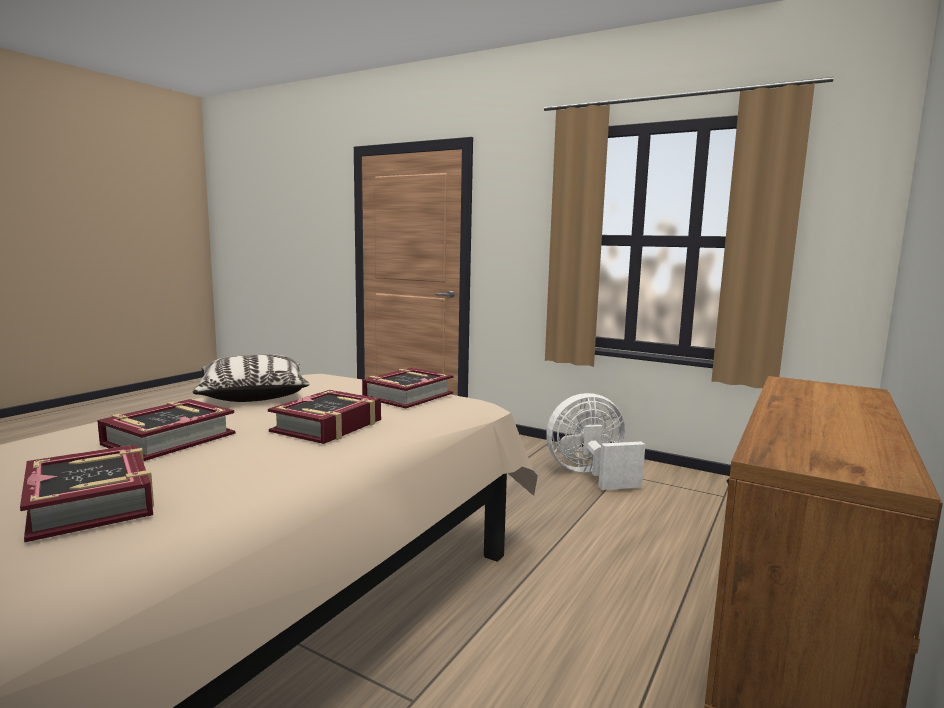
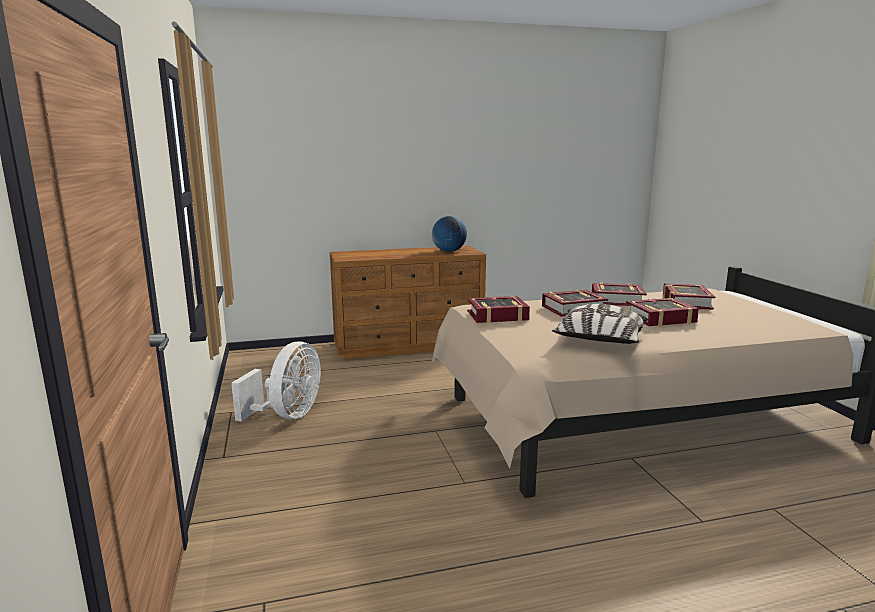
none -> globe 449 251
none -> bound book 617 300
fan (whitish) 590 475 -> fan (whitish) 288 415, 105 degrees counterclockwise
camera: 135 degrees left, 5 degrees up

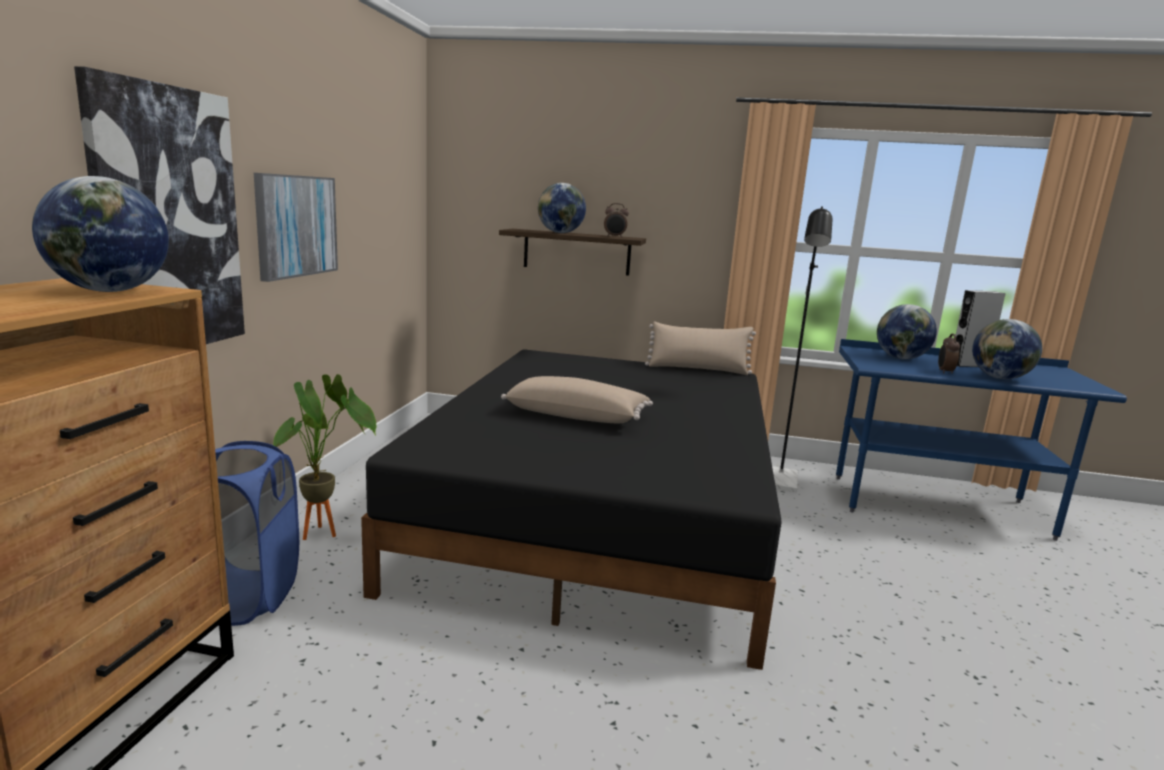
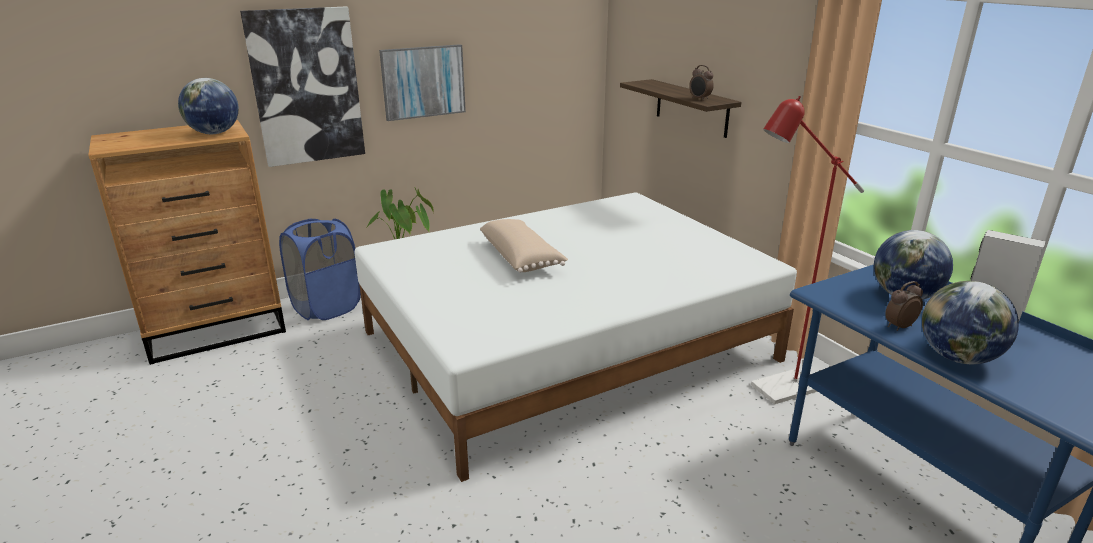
globe 560 233 -> none
cushion (beige-coloured) 698 369 -> none
sleeping bed (black) 601 514 -> sleeping bed (whitish) 567 346
standing lamp (black) 780 484 -> standing lamp (red-coloured) 775 391
camera: 50 degrees right, 10 degrees up

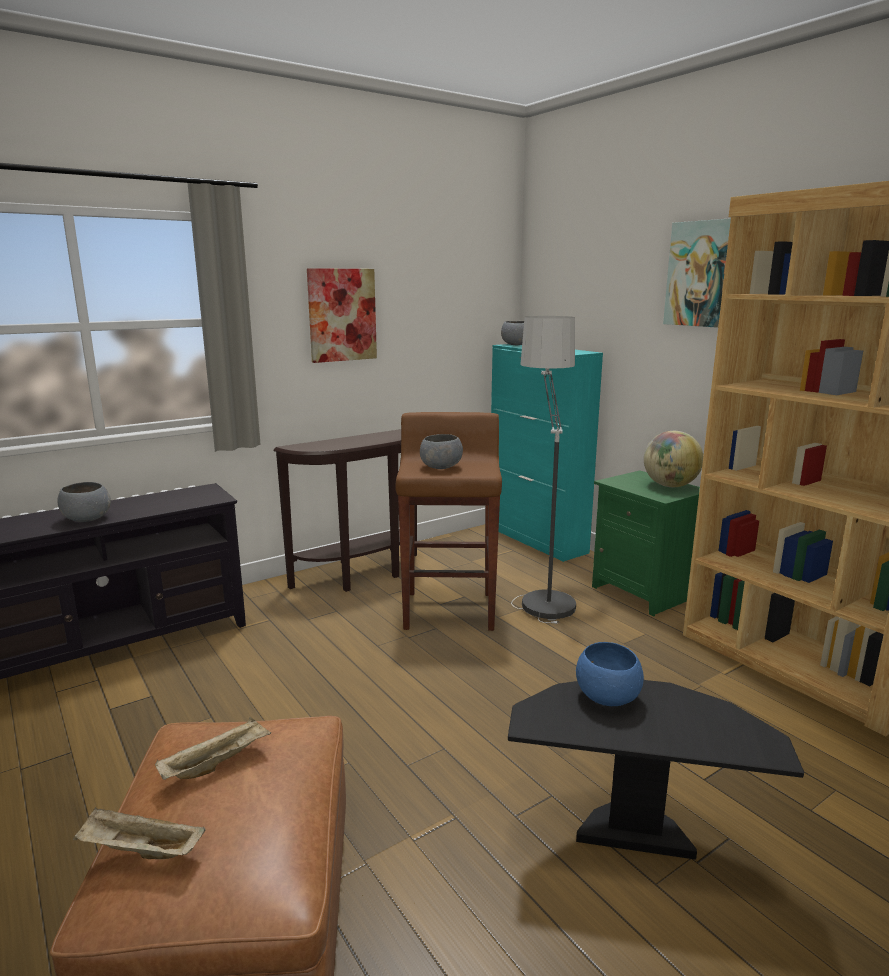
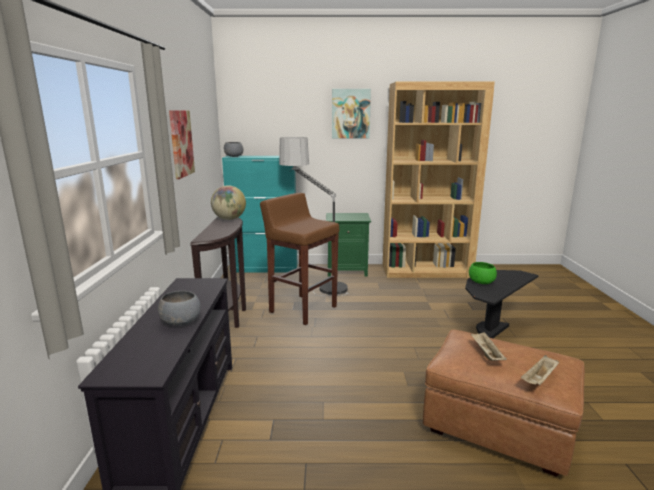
deep dish (grey) 440 467 -> none
globe 670 486 -> globe 229 219, relocated
deep dish (blue) 607 697 -> deep dish (green-coloured) 482 282
camera: 55 degrees left, 0 degrees up

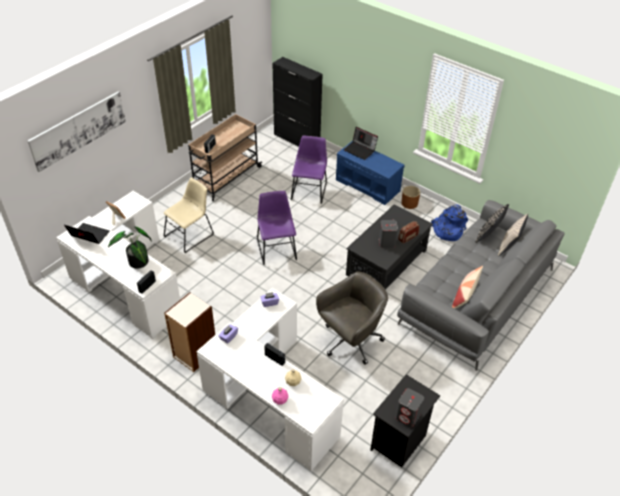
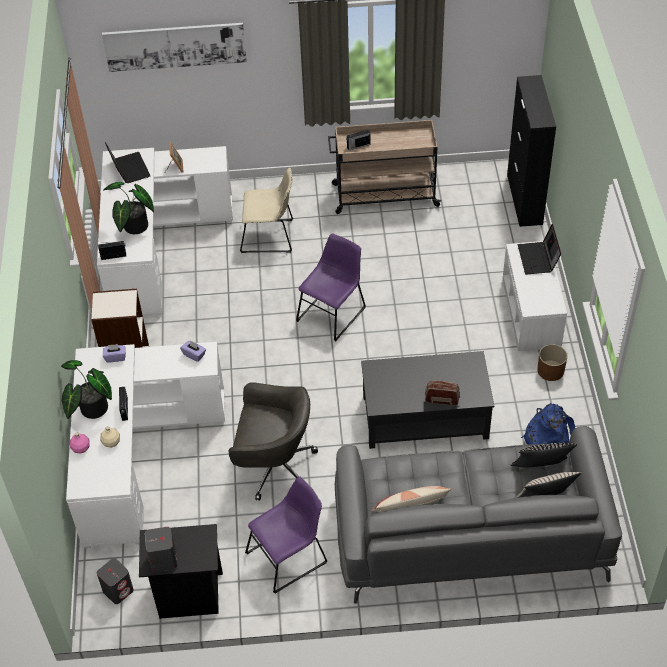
none -> plant in a pot 91 409
plain chair (purple-coloured) 309 189 -> plain chair (purple-coloured) 289 556, relocated
loudspeaker (grey) 386 242 -> loudspeaker (grey) 118 590, relocated
bench (blue) 368 185 -> bench (whitish) 532 314
camera: 50 degrees right, 5 degrees up

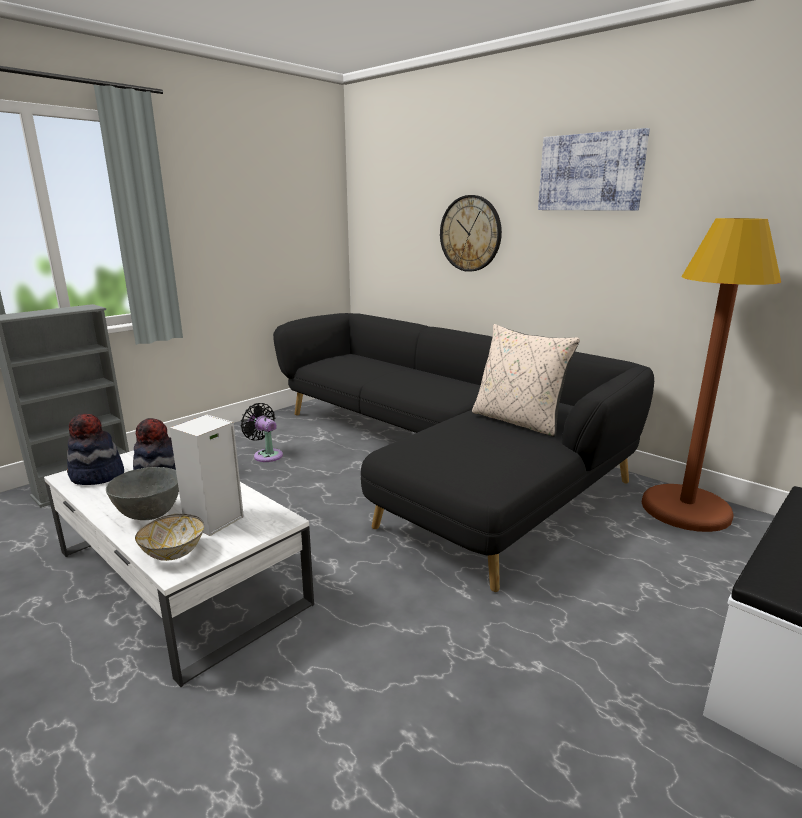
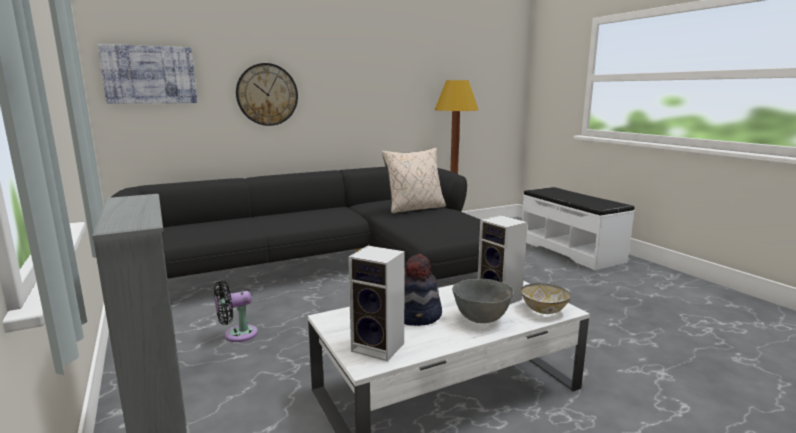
wall picture 590 172 -> wall picture 150 75, relocated
hat 97 476 -> loudspeaker 380 347
camera: 70 degrees left, 5 degrees down

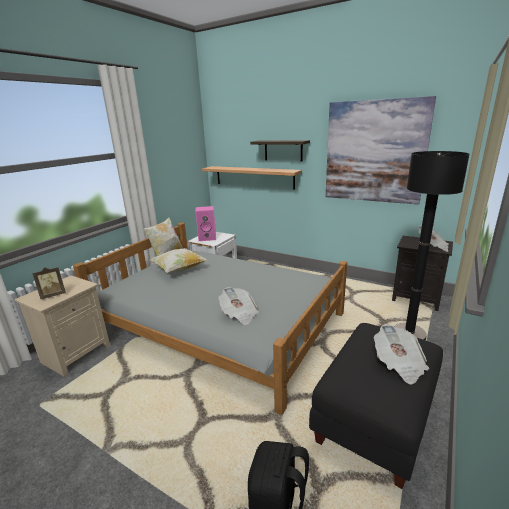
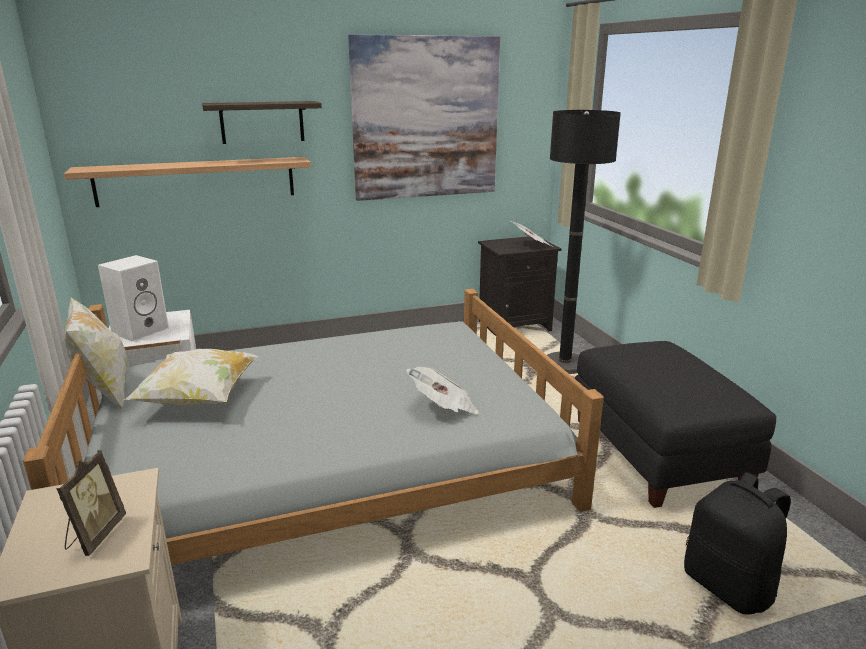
daily paper 399 364 -> none
loudspeaker (pink-coloured) 208 238 -> loudspeaker (whitish) 141 330
camera: 50 degrees left, 0 degrees up

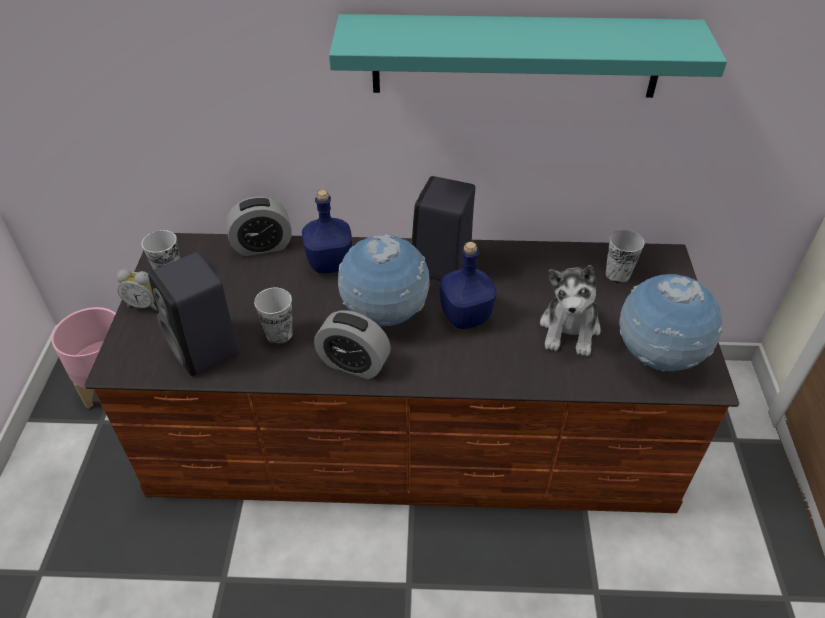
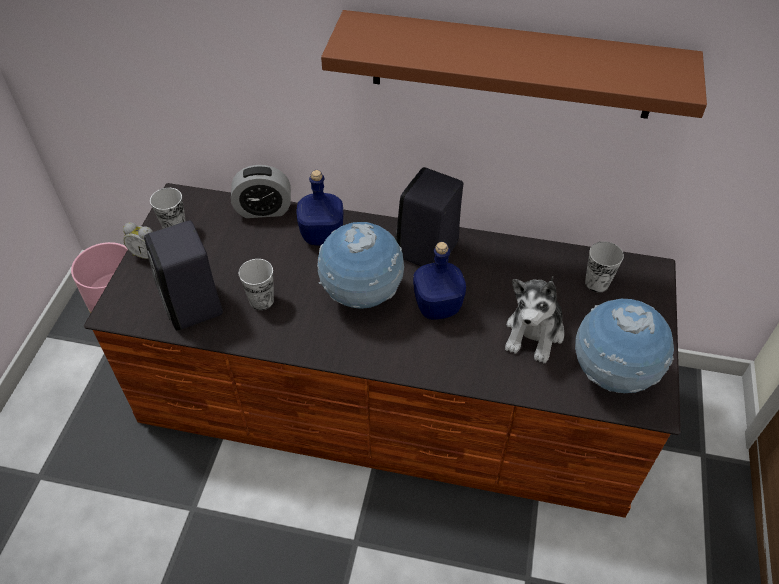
alarm clock 354 364 -> none
shelf (blue-green) 516 56 -> shelf (brown) 512 65
camera: 10 degrees right, 5 degrees up

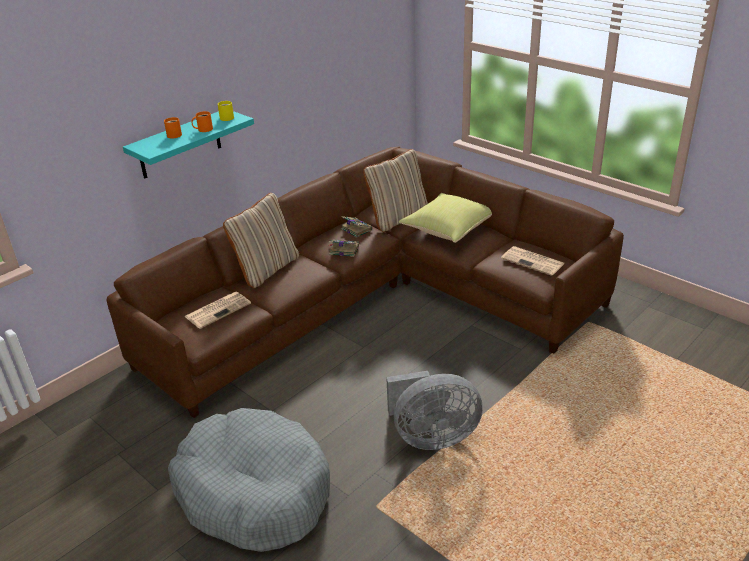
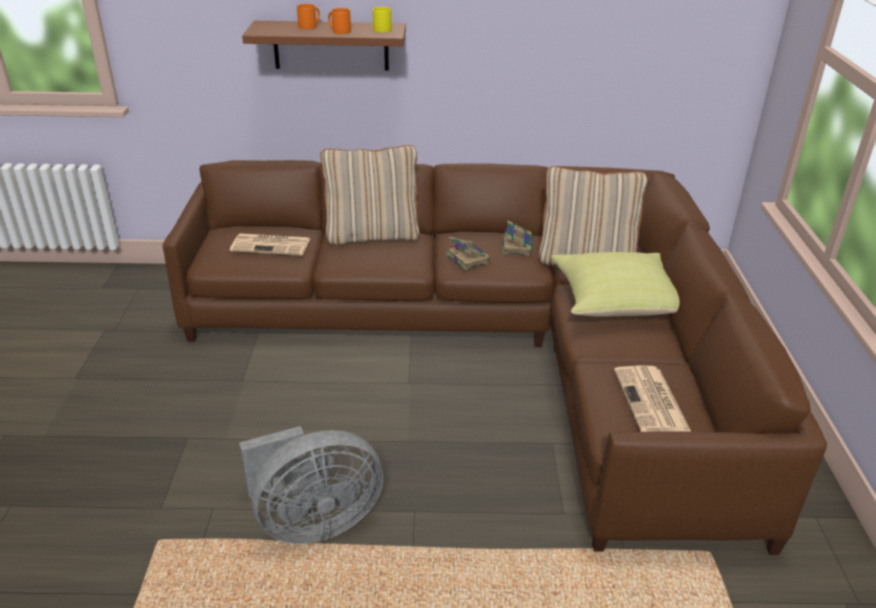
pet bed (grey) 254 492 -> none
shelf (blue-green) 180 144 -> shelf (brown) 331 45
fan (grey) 431 437 -> fan (grey) 313 522, 60 degrees counterclockwise
camera: 45 degrees right, 0 degrees up

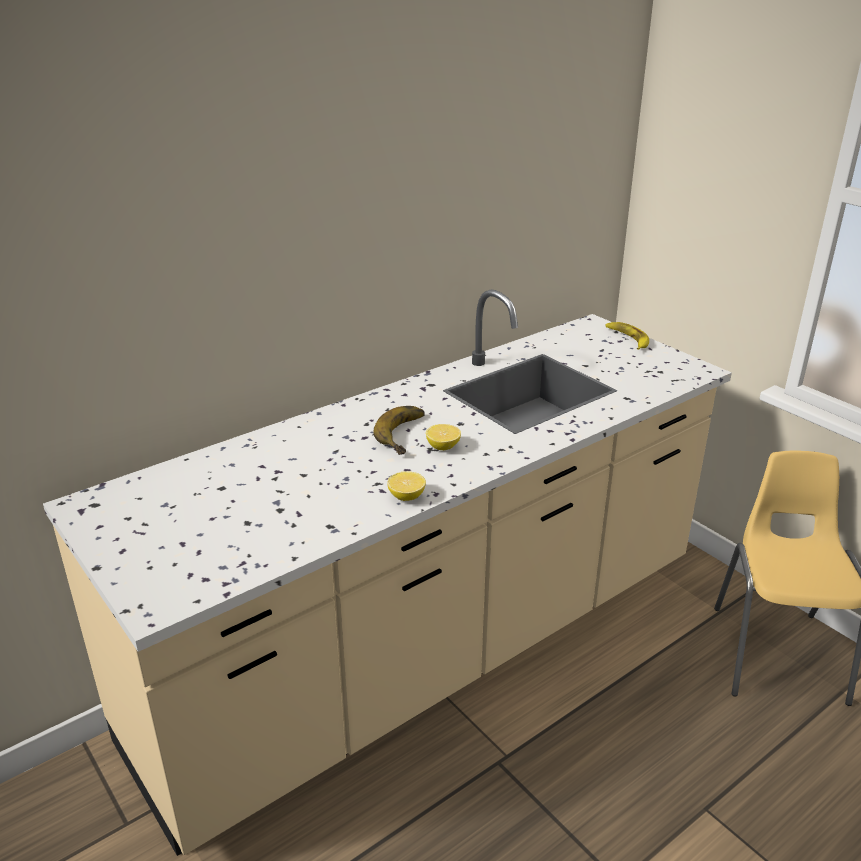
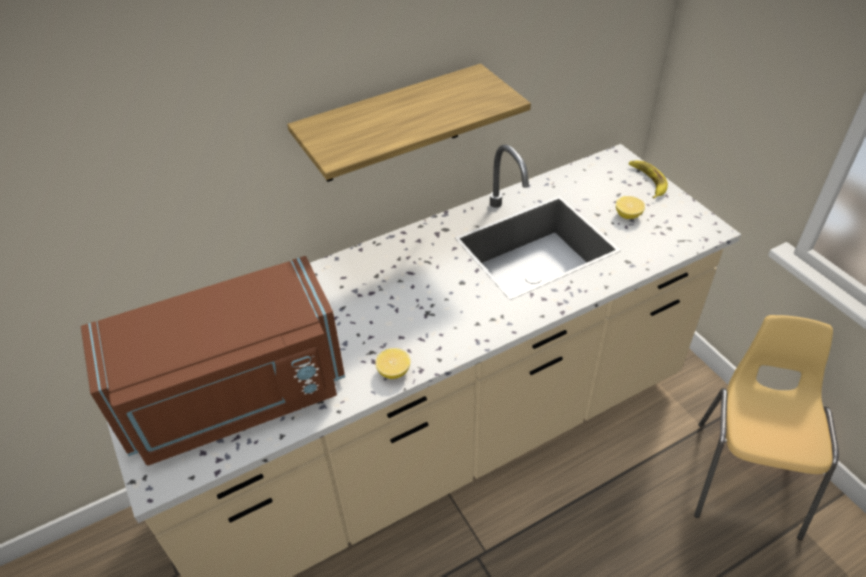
whole banana 408 434 -> none
none -> microwave (brown) 235 397
none -> shelf 391 125
whole lemon 443 447 -> whole lemon 628 215, relocated
camera: 10 degrees right, 15 degrees up

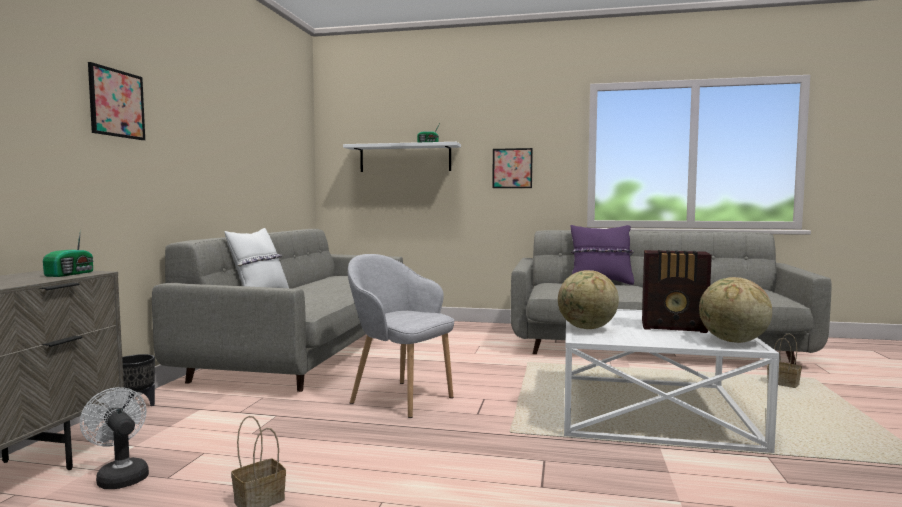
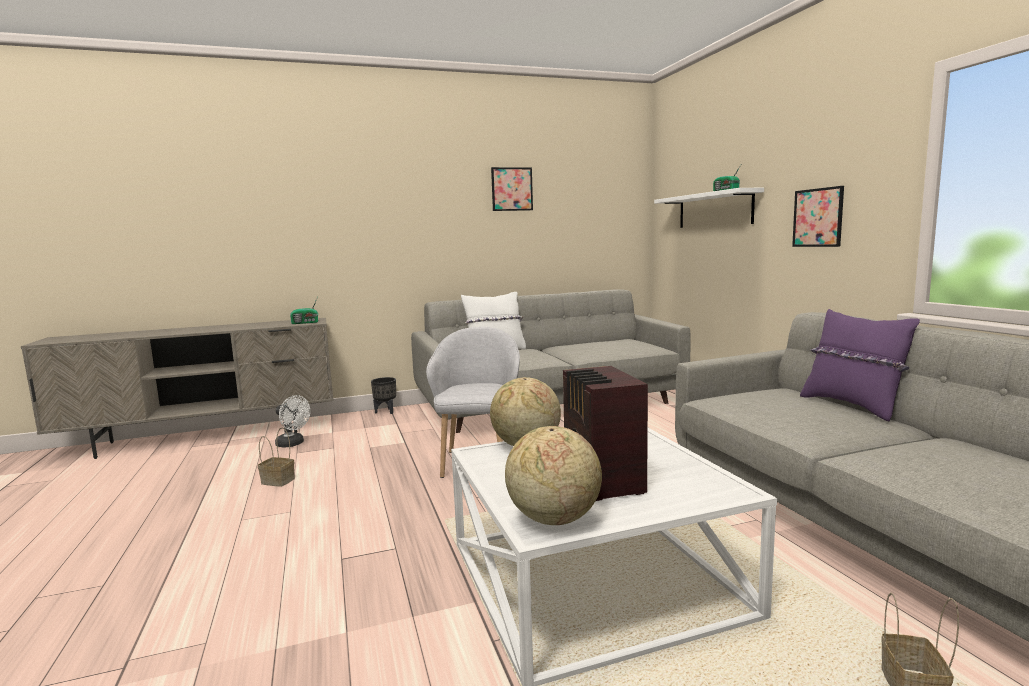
wall picture 116 103 -> wall picture 512 189, relocated
fan (whitish) 120 476 -> fan (whitish) 293 444, 105 degrees clockwise
camera: 60 degrees right, 5 degrees up

